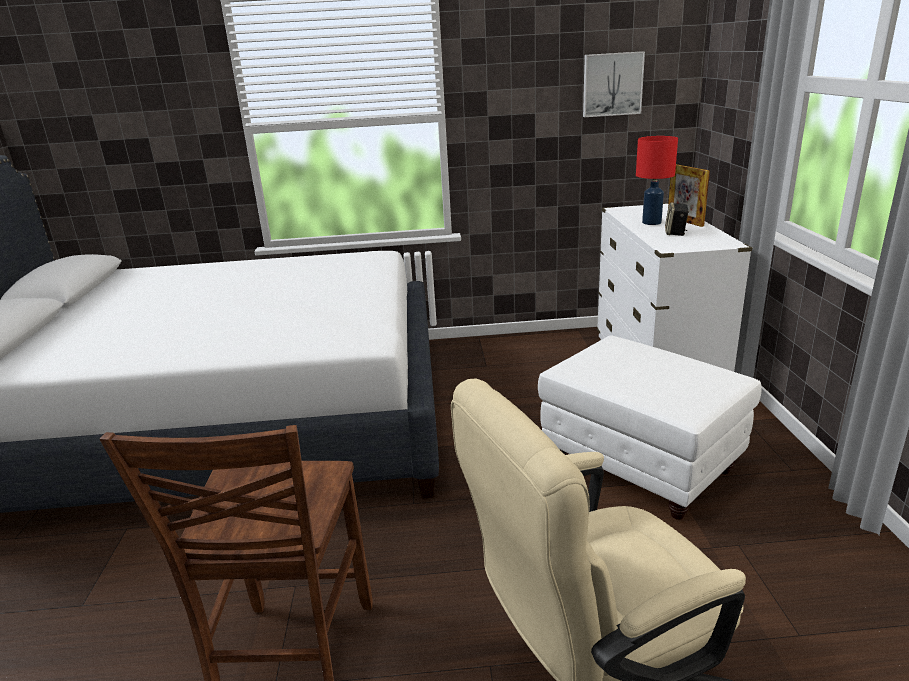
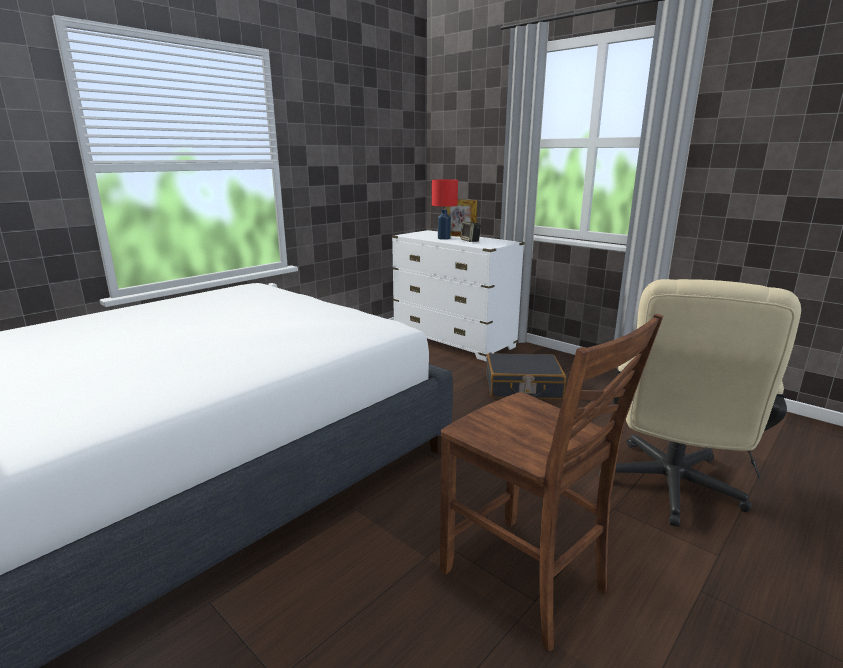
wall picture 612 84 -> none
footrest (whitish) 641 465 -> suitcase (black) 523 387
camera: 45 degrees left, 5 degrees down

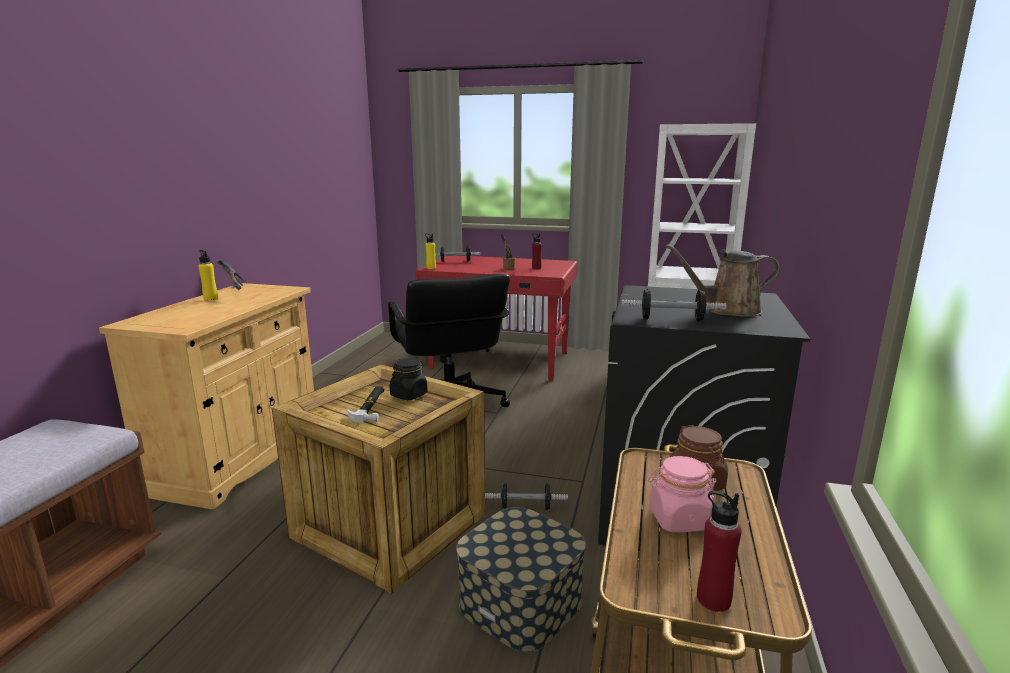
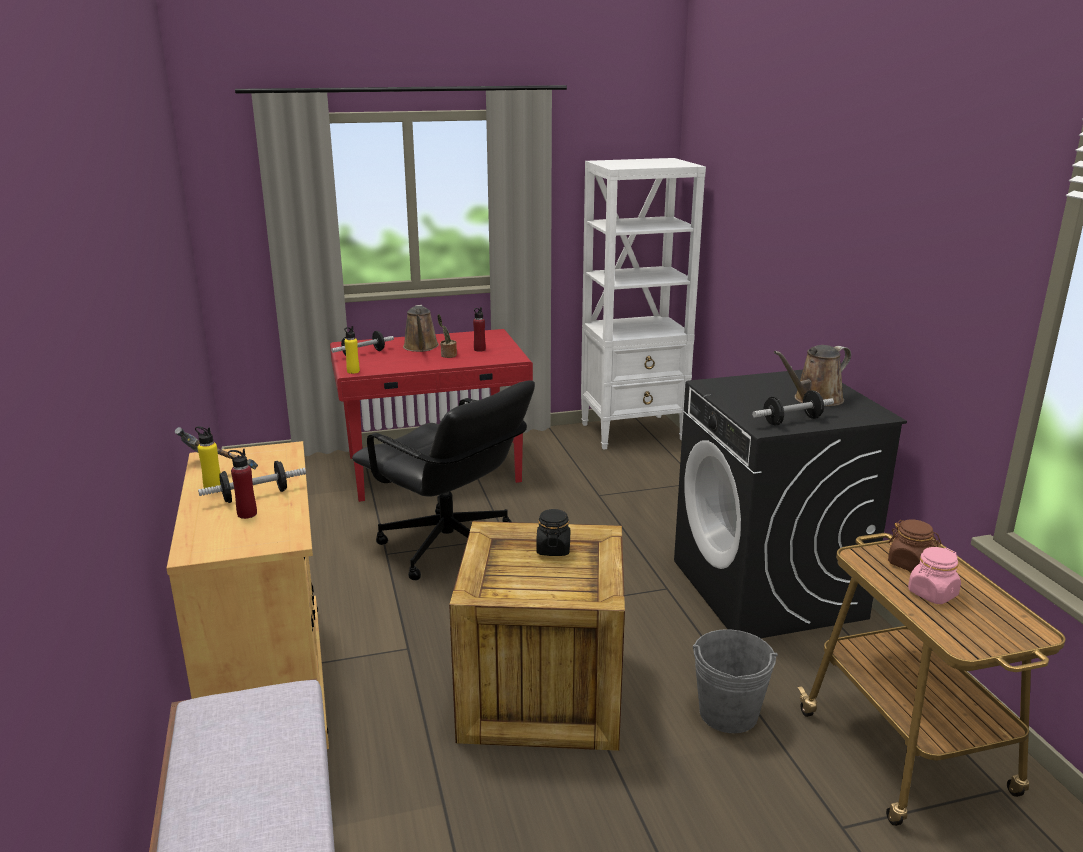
hand hammer 371 406 -> none
none -> watering pot (brown) 421 347
dumbbell 525 507 -> dumbbell 255 495, relocated
bottle (red-coloured) 713 599 -> bottle (red-coloured) 247 514, relocated
storage bin 520 602 -> bucket (grey) 728 713
camera: 30 degrees left, 5 degrees up

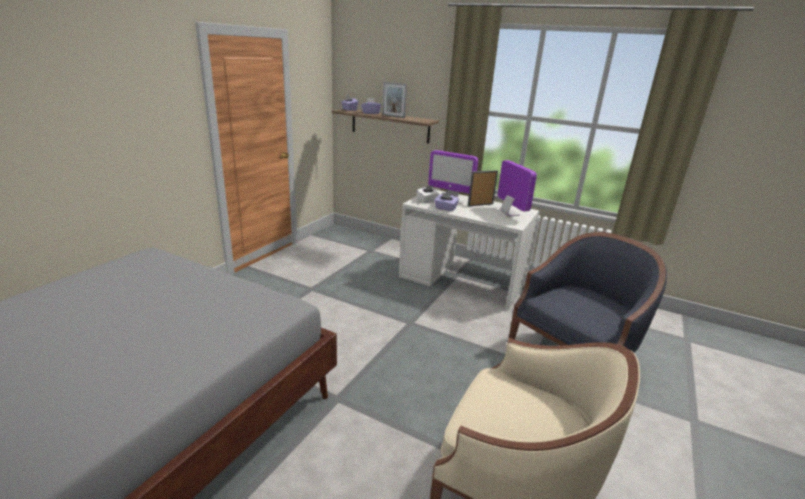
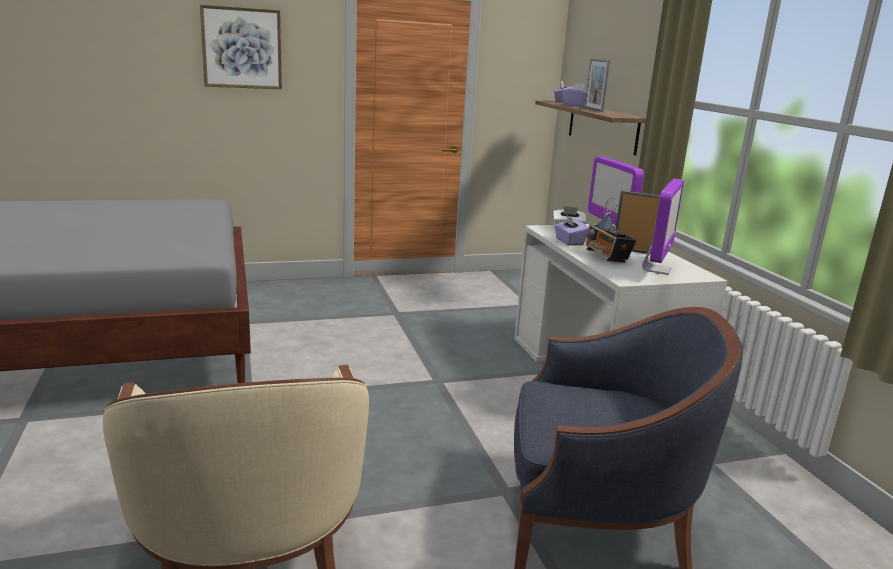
none -> wall picture 242 48
none -> radio 607 257
camera: 45 degrees right, 5 degrees down

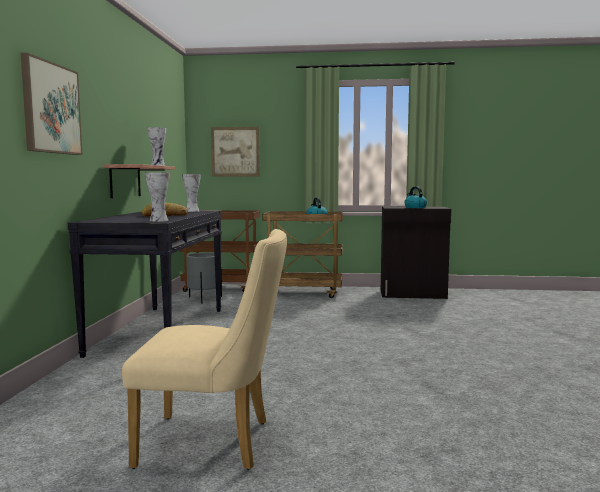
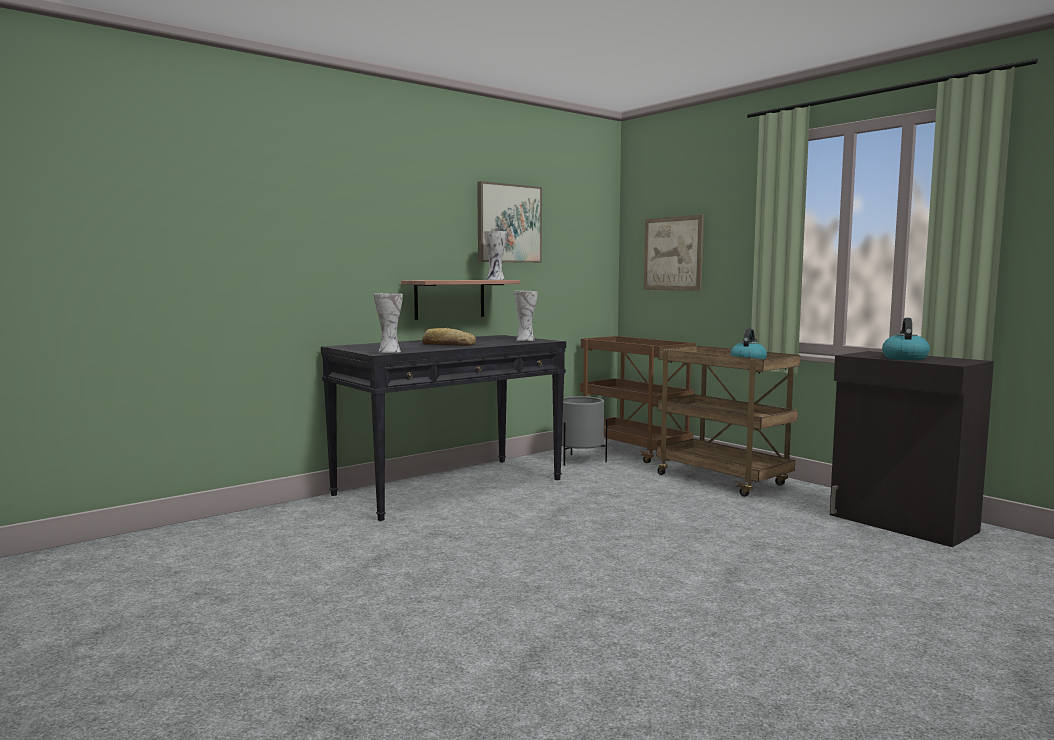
plain chair (beige-coloured) 215 443 -> none
wall picture 51 108 -> wall picture 508 223, relocated
camera: 45 degrees right, 0 degrees up

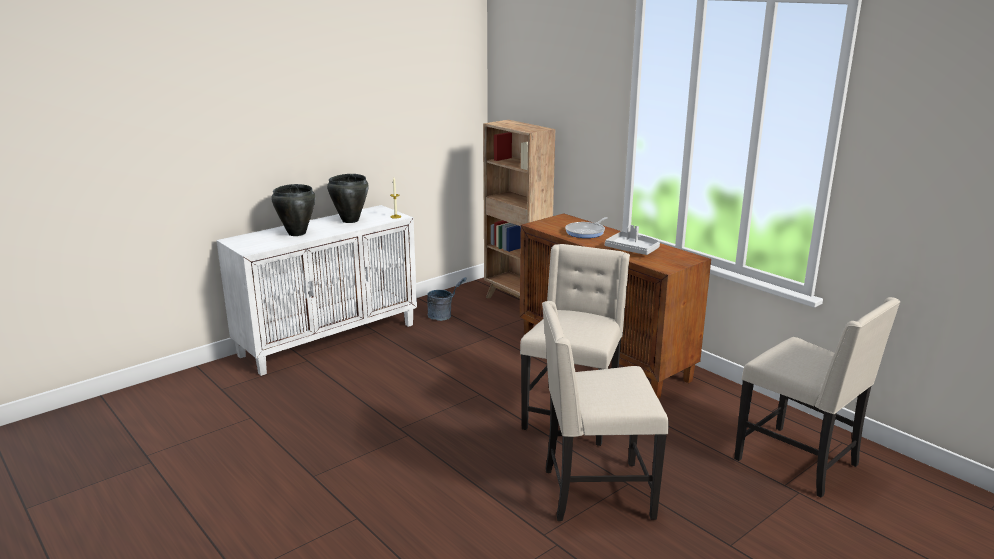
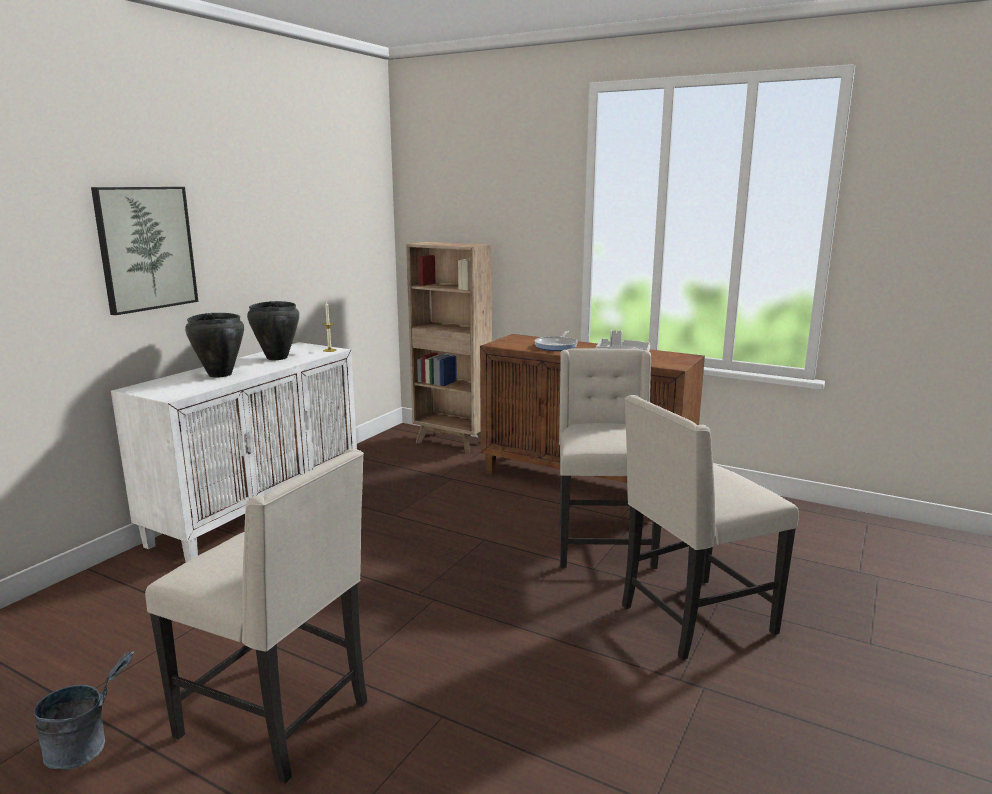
none -> wall picture 146 248
bucket (grey) 444 316 -> bucket (grey) 88 747, relocated
plain chair (beige-coloured) 799 462 -> plain chair (beige-coloured) 279 719, relocated
camera: 20 degrees left, 5 degrees down

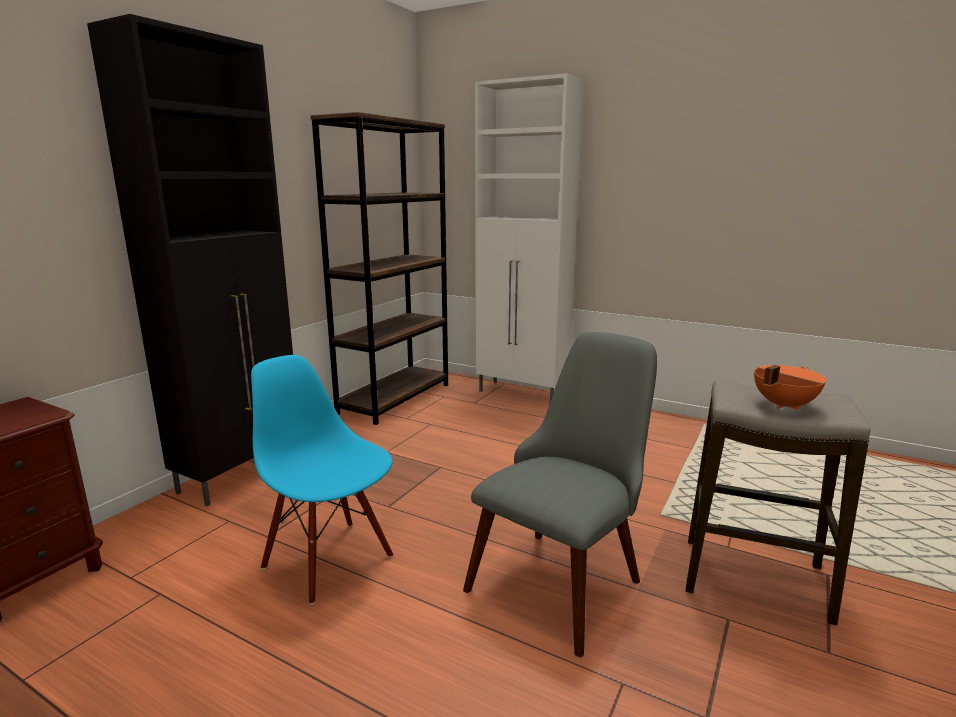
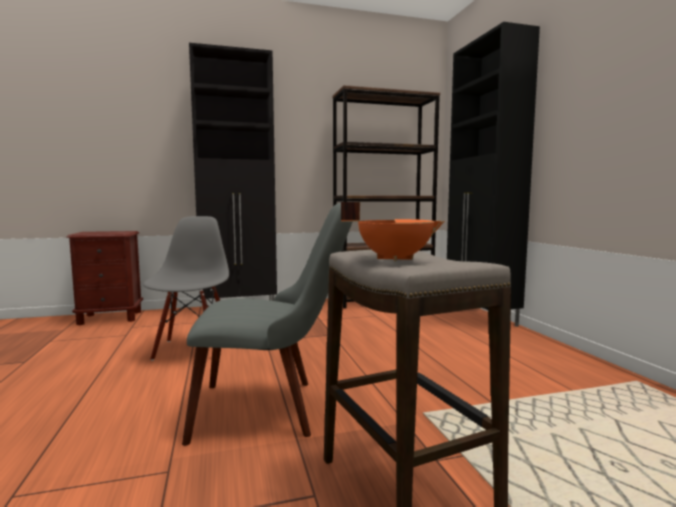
plain chair (blue) 329 560 -> plain chair (grey) 193 349
cupboard (whitish) 522 393 -> cupboard (black) 481 317
camera: 45 degrees right, 10 degrees down

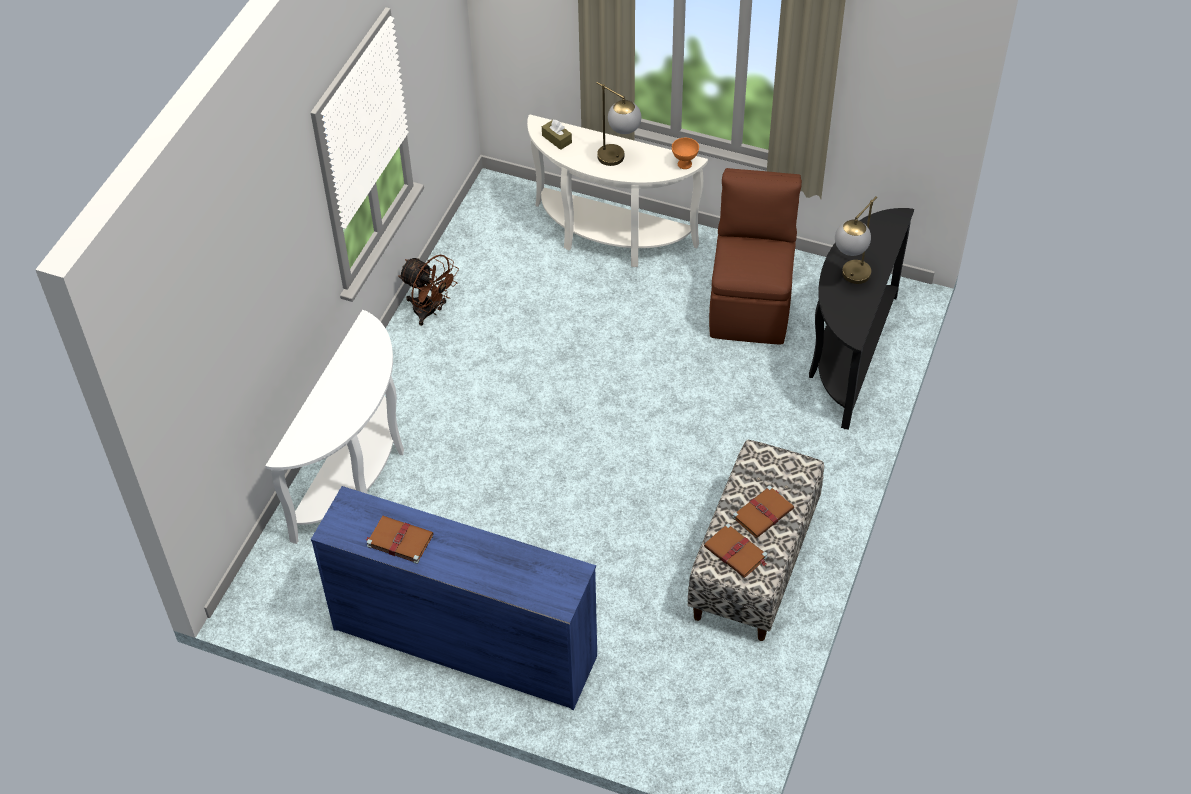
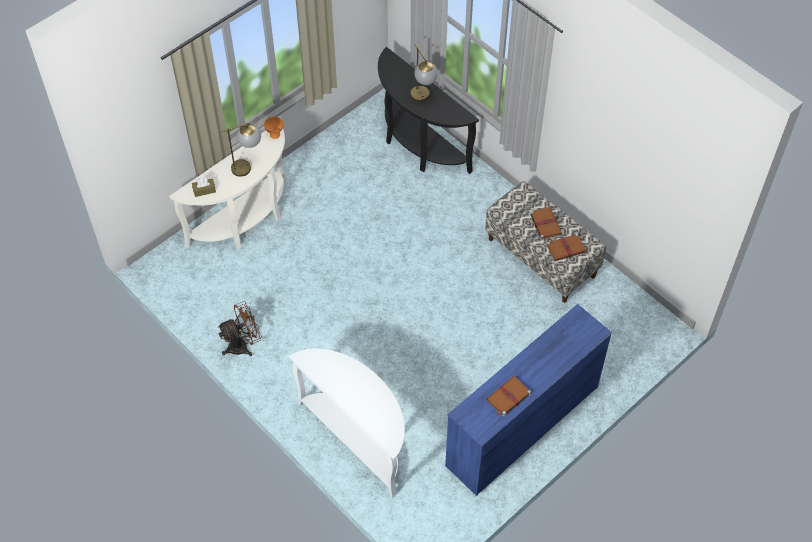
plain chair (brown) 751 304 -> none
camera: 65 degrees left, 5 degrees up

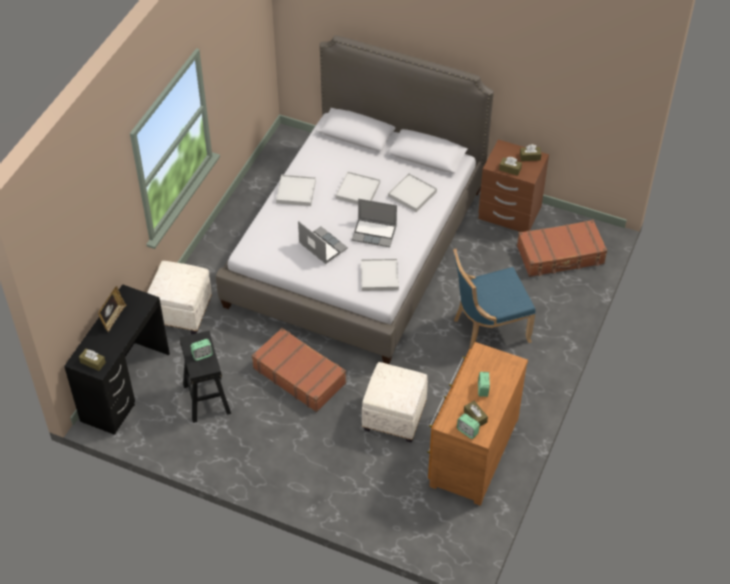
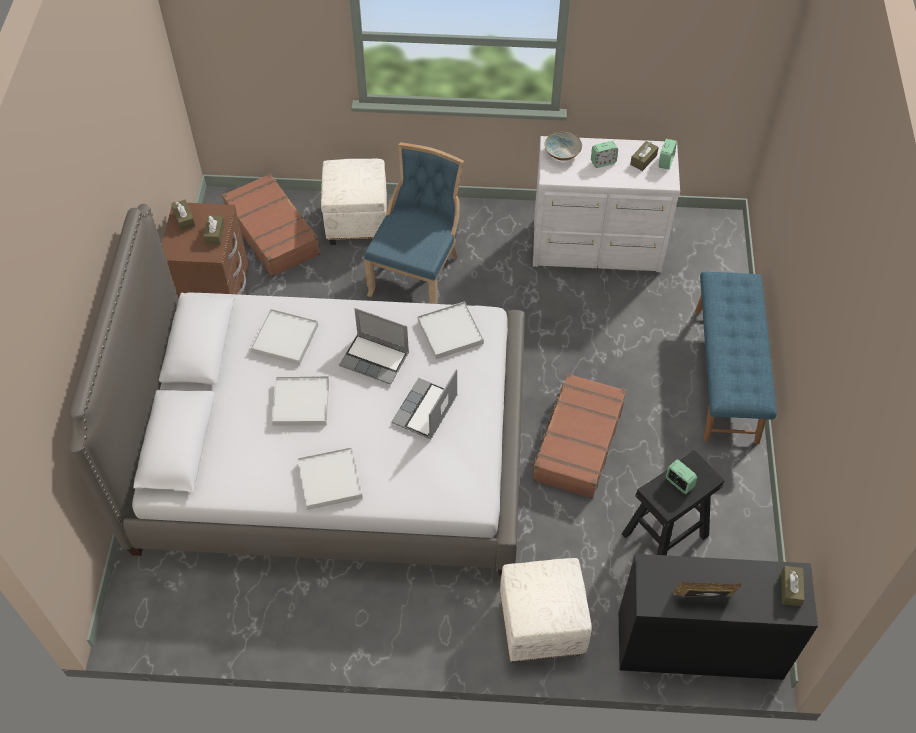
none -> deep dish 562 153
none -> bench (blue) 727 374
footrest (whitish) 393 418 -> footrest (whitish) 357 223, relocated
chest of drawers (brown) 471 452 -> chest of drawers (whitish) 597 248
portable computer 375 233 -> portable computer 375 359, 120 degrees clockwise
plain chair (blue) 488 329 -> plain chair (blue) 418 274, 120 degrees counterclockwise
camera: 110 degrees left, 5 degrees up

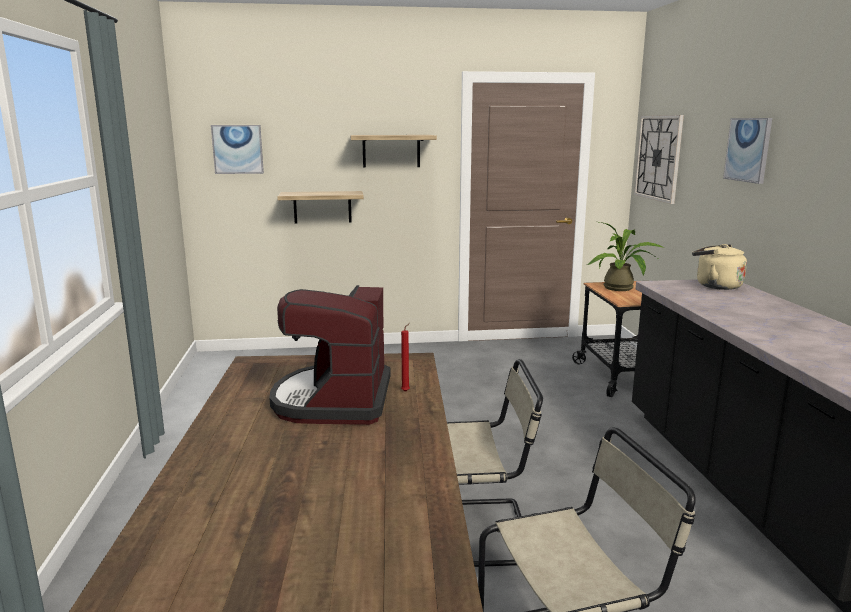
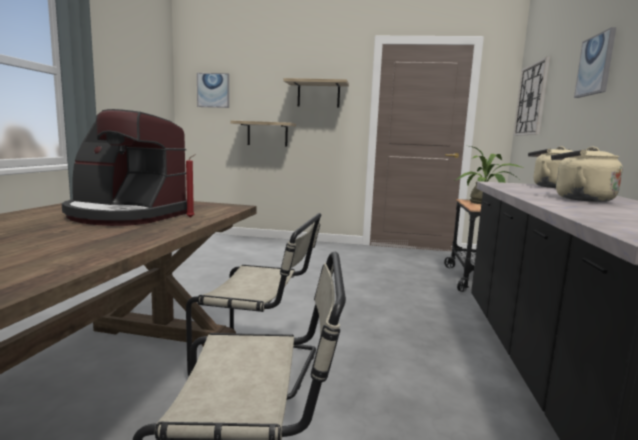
none -> kettle (beige-coloured) 579 199
coffee brewer 334 400 -> coffee brewer 125 215, 90 degrees counterclockwise
camera: 15 degrees right, 5 degrees down

